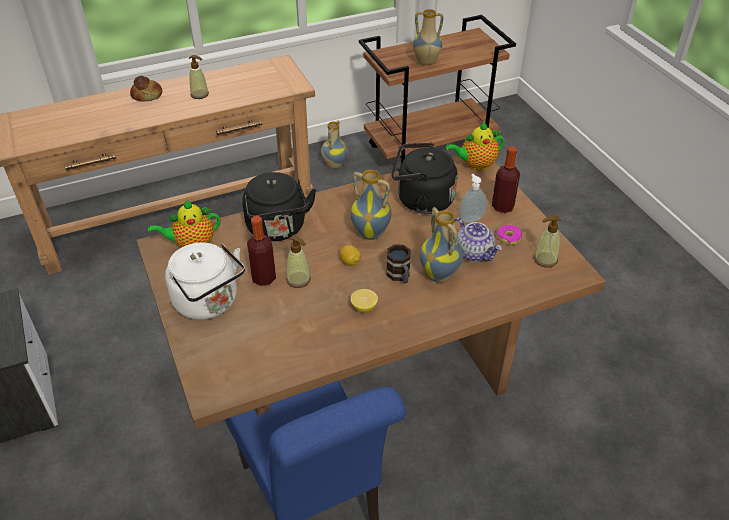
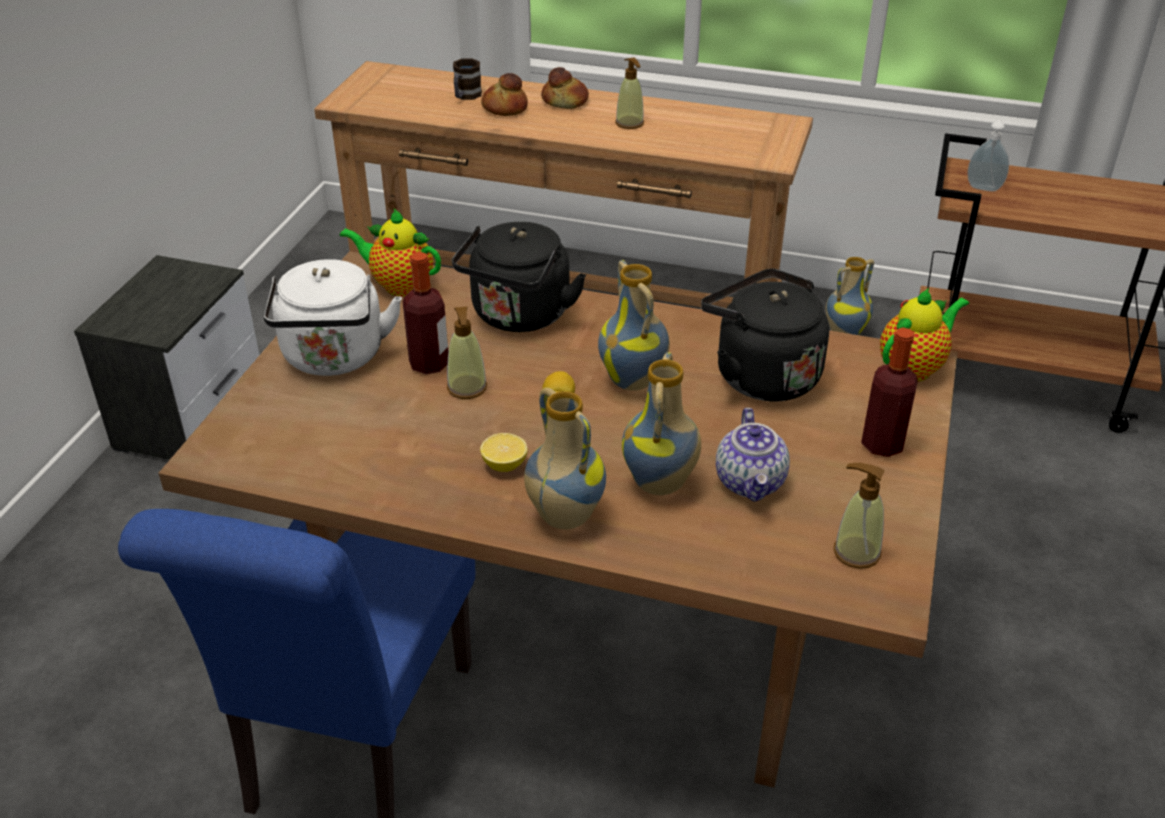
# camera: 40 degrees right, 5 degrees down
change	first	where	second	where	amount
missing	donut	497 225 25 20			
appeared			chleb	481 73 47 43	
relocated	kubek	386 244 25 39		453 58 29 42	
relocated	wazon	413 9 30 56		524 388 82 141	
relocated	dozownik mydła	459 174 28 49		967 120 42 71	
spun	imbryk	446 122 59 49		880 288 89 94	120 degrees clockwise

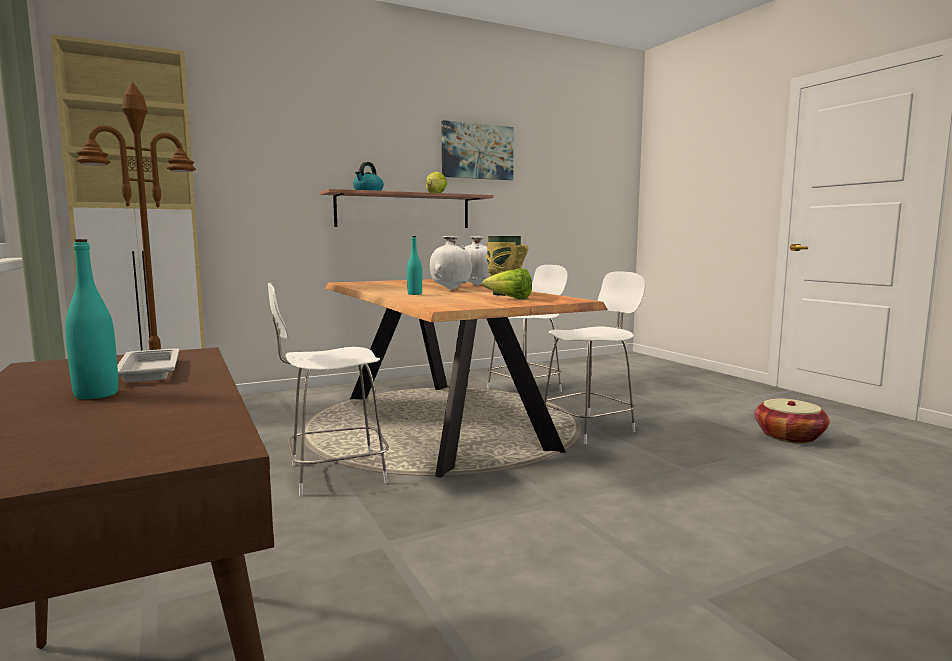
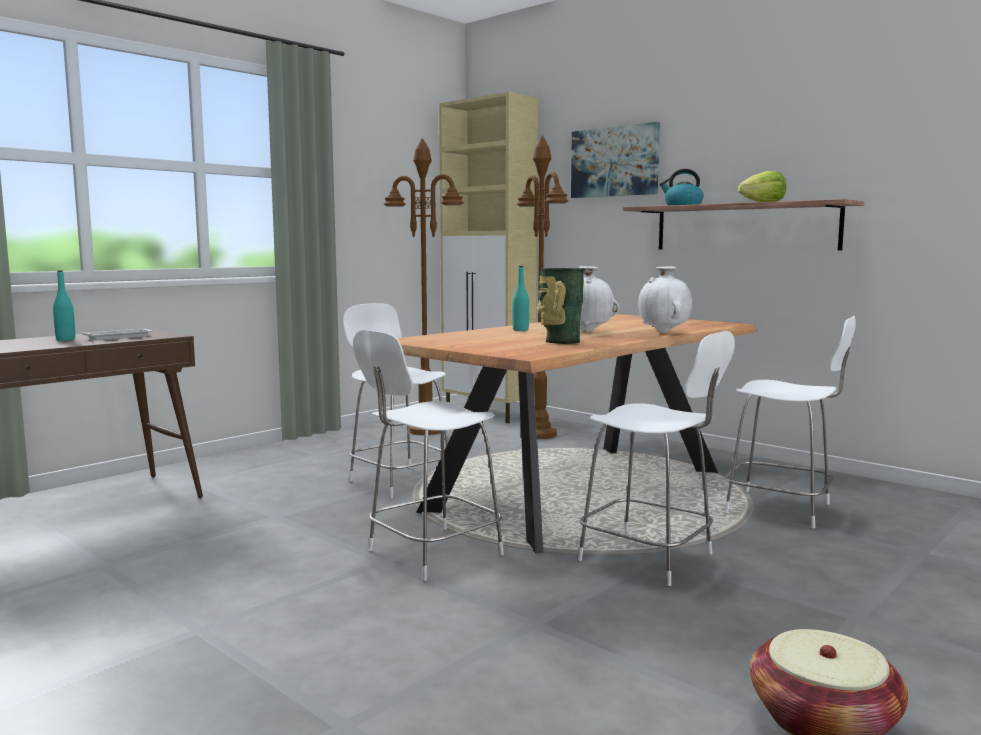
# camera: 70 degrees right, 0 degrees up
change	first	where	second	where	amount
missing	sałata	482 268 50 32			
appeared			krzesło (biały)	353 330 151 251	
appeared			lampa stojąca (brązowy)	517 135 51 304	
relocated	obraz	442 120 72 60		571 122 89 76	

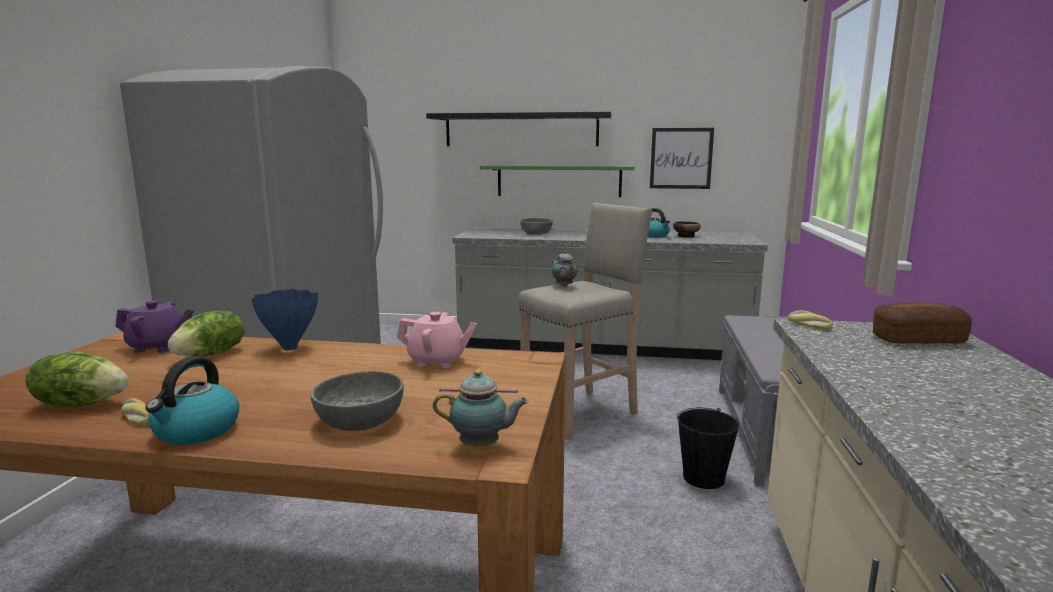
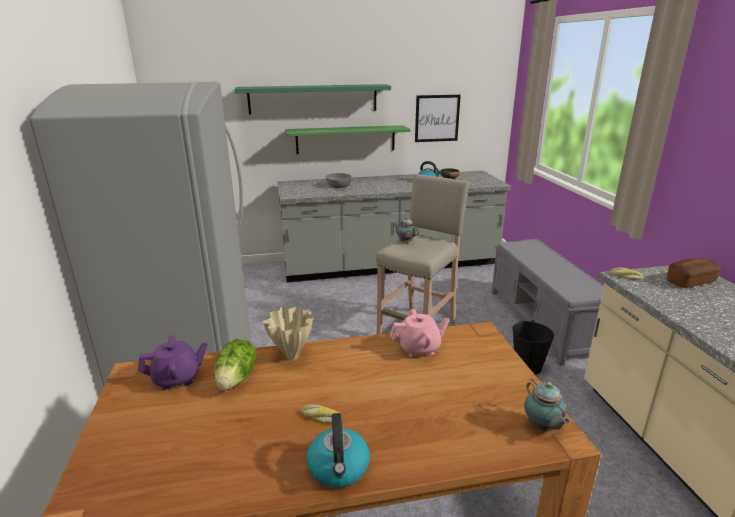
# camera: 20 degrees left, 10 degrees up
change	first	where	second	where	amount
missing	sałata	26 351 102 56			
missing	miska (szary)	311 371 93 60			
relocated	chleb	121 398 28 28		302 404 37 20	
colour	wazon (niebieski)	251 289 67 61	wazon (beżowy)	263 307 50 53	
colour	półka (czarny)	426 112 186 34	półka (zielony)	235 84 156 30	
spun	imbryk	433 370 96 76		524 379 46 52	90 degrees clockwise

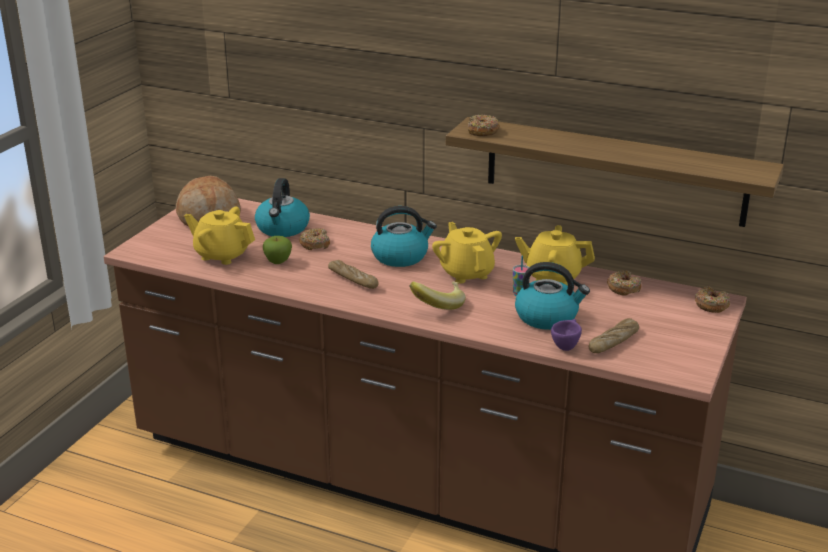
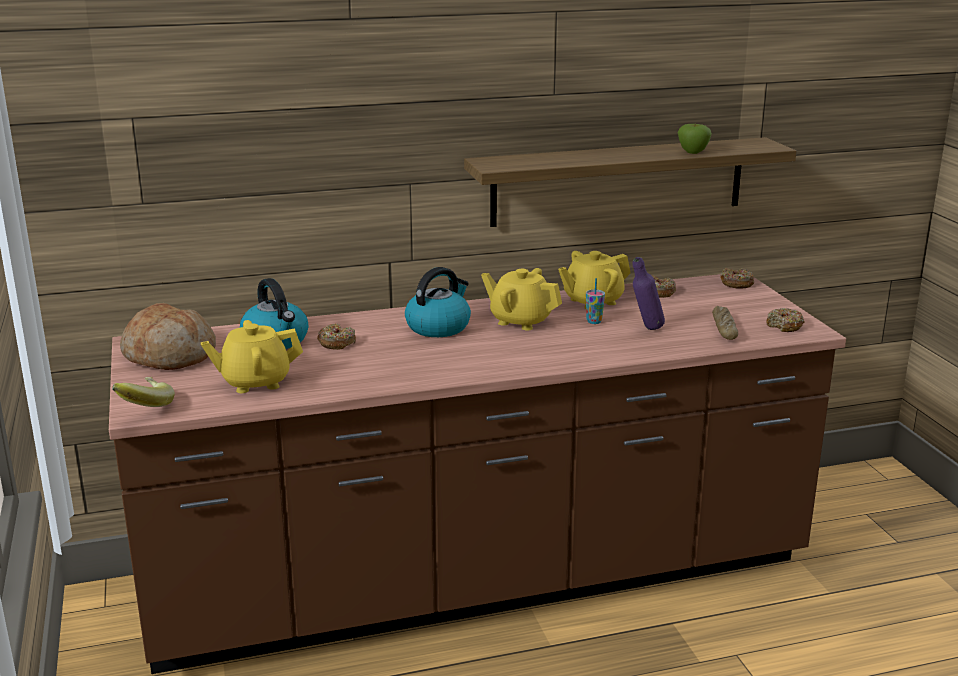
# camera: 40 degrees left, 5 degrees down
change	first	where	second	where	amount
missing	chleb	328 260 50 29			
missing	filiżanka (fioletowy)	551 319 31 32			
relocated	jabłko	263 236 29 28		678 123 34 31	
relocated	banan	409 281 57 29		112 377 63 30	
relocated	donut	468 114 32 22		766 308 39 24	
exchanged	czajnik	515 262 75 68	butelka (fioletowy)	633 257 32 73	

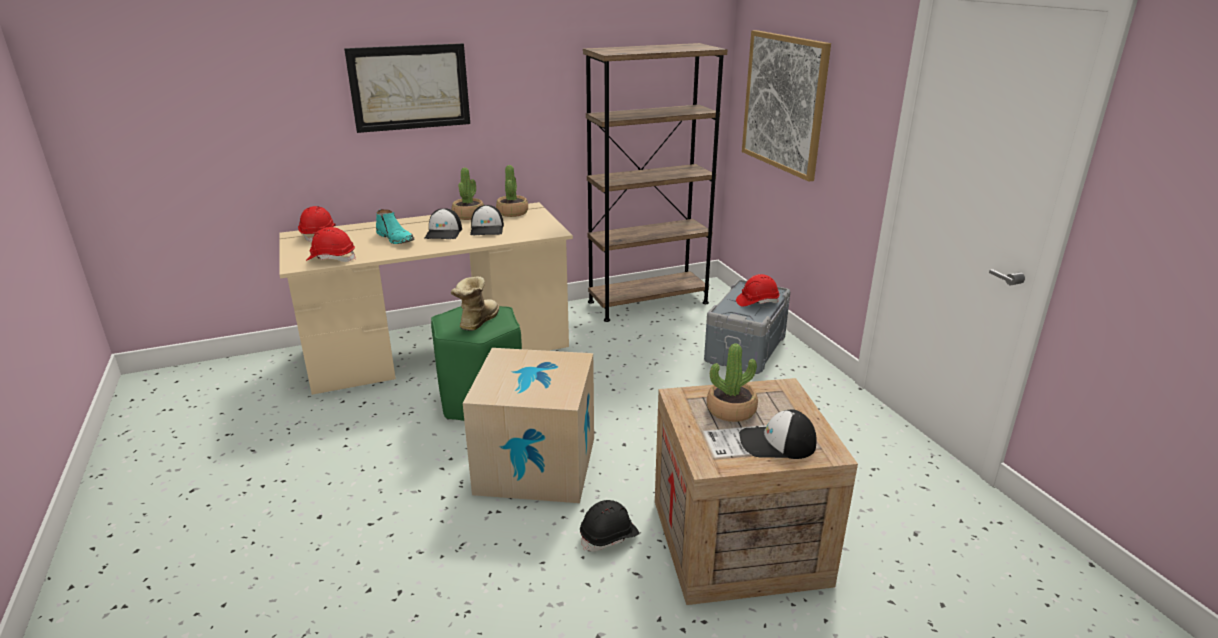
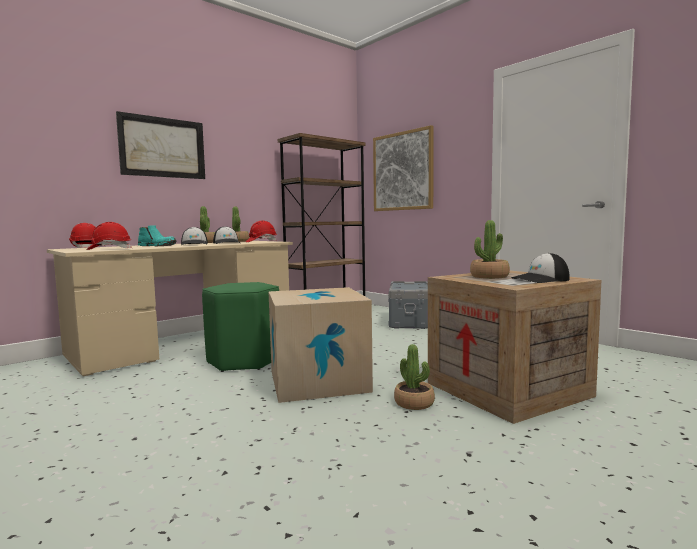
# camera: 20 degrees left, 20 degrees down
change	first	where	second	where	amount
missing	but z cholewką	451 277 48 54			
relocated	kask (czerwony)	736 274 44 33		245 221 32 21	
exchanged	kask (czarny)	580 500 59 51	roślina doniczkowa	394 344 41 66	

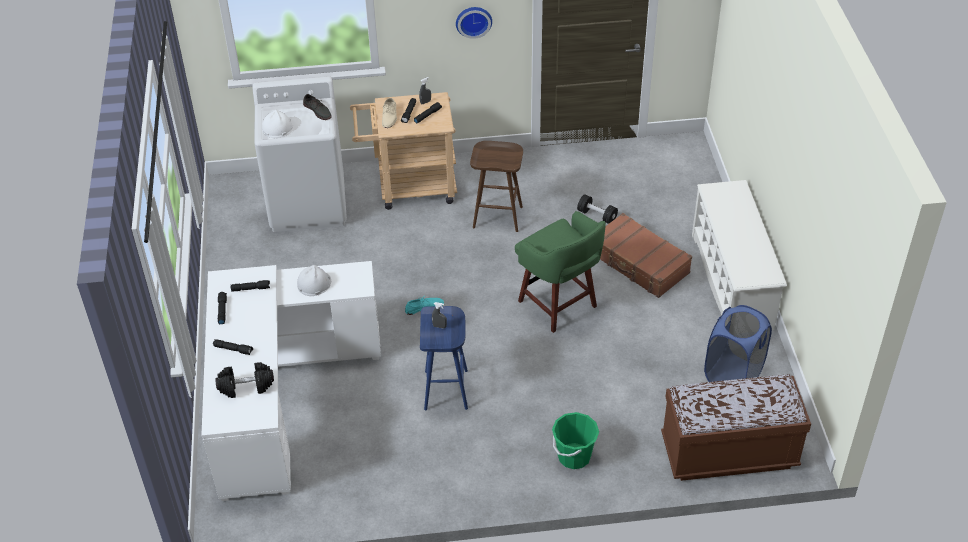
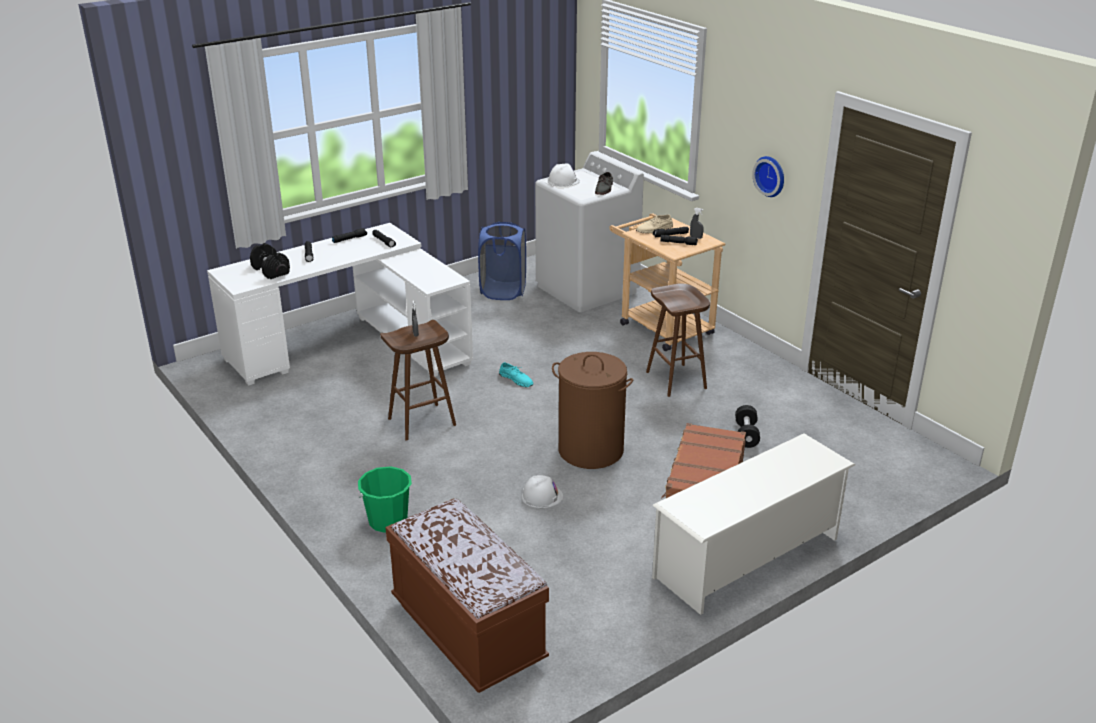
# camera: 60 degrees right, 15 degrees down
change	first	where	second	where	amount
relocated	kask (biały)	297 265 34 31		521 475 42 33	
relocated	kosz na pranie (niebieski)	704 305 68 77		478 222 48 78	
exchanged	stołek (zielony)	515 211 91 122	kosz na pranie (brązowy)	552 352 81 117	
colour	stołek (niebieski)	420 306 48 105	stołek (brązowy)	380 320 76 121	

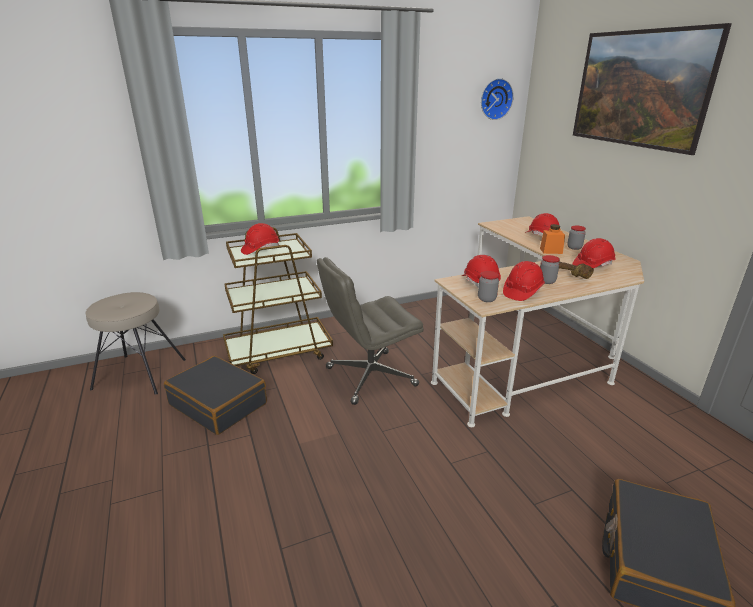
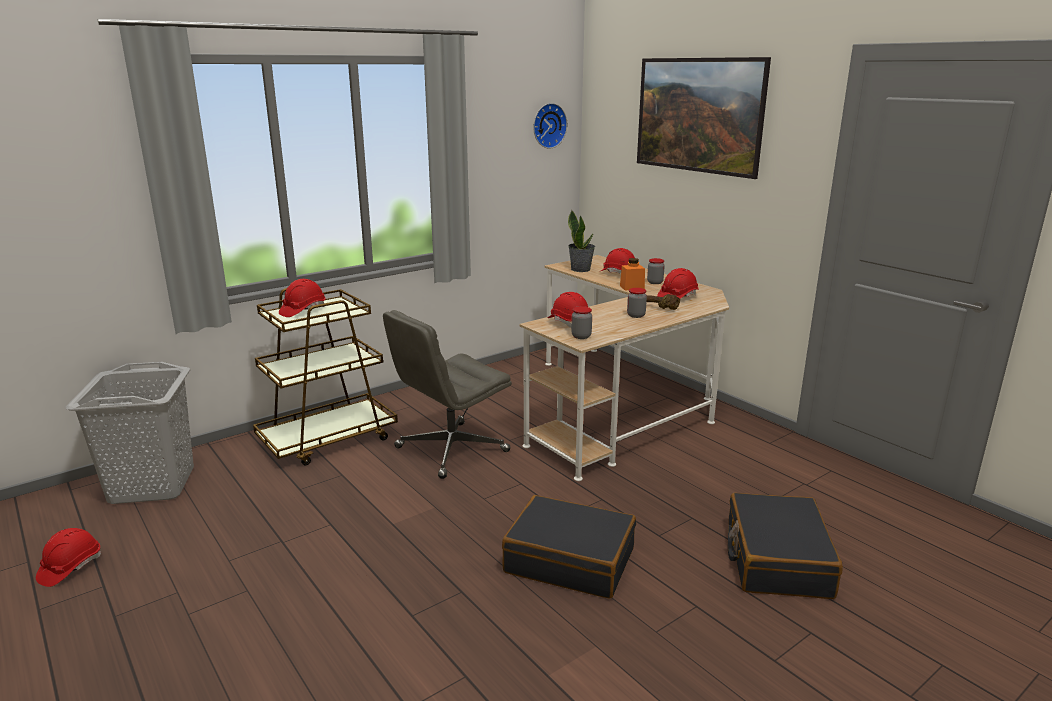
# camera: 15 degrees left, 5 degrees down
change	first	where	second	where	amount
appeared			roślina doniczkowa	568 210 27 62	
relocated	walizka (czarny)	164 356 103 79		502 495 134 104	
relocated	kask (czerwony)	503 261 42 40		36 528 65 59	
exchanged	stołek (beżowy)	85 292 101 103	kosz na pranie (szary)	66 362 128 142	

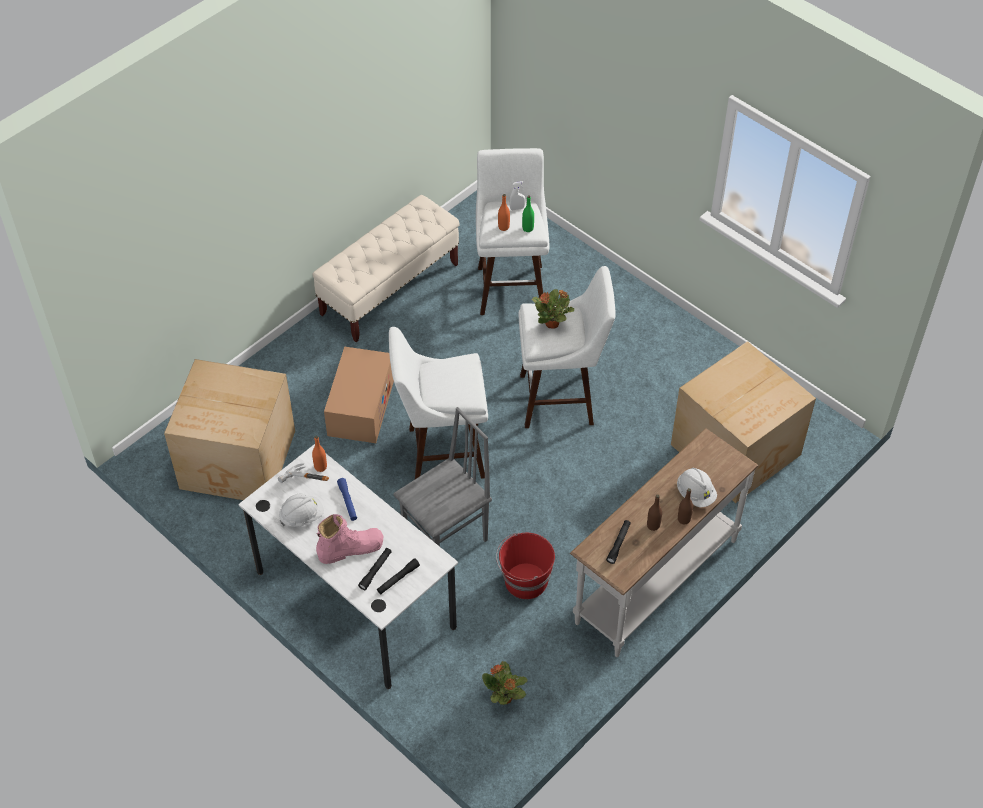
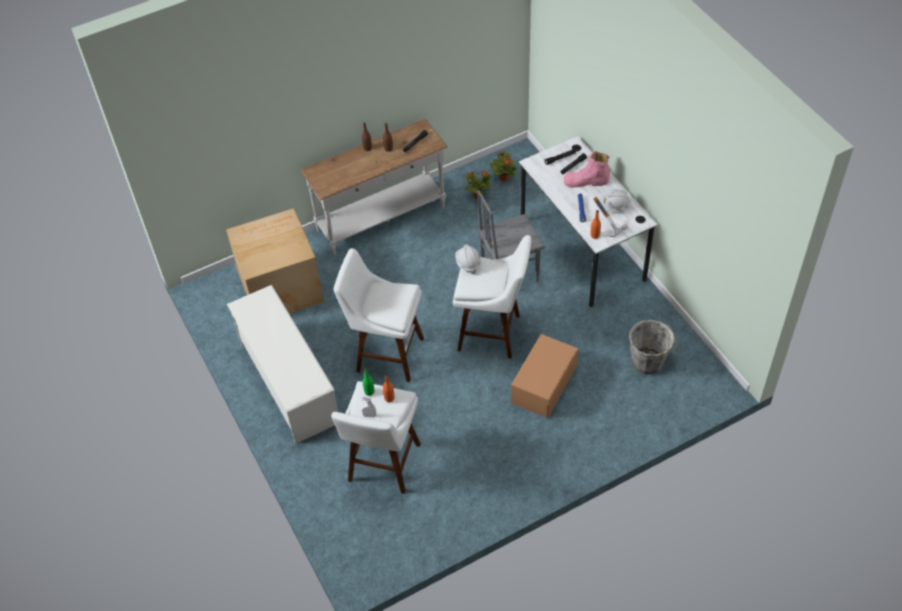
# camera: 160 degrees left, 0 degrees up
change	first	where	second	where	amount
missing	ławka (beżowy)	312 195 147 147			
missing	wiadro (czerwony)	496 533 59 66			
appeared			regał na buty (biały)	227 285 111 159	
relocated	roślina doniczkowa	532 289 42 39		465 171 26 28	
relocated	kask (biały)	677 468 40 39		455 245 26 29	
exchanged	karton	164 359 131 141	wiadro (szary)	629 320 50 55	

